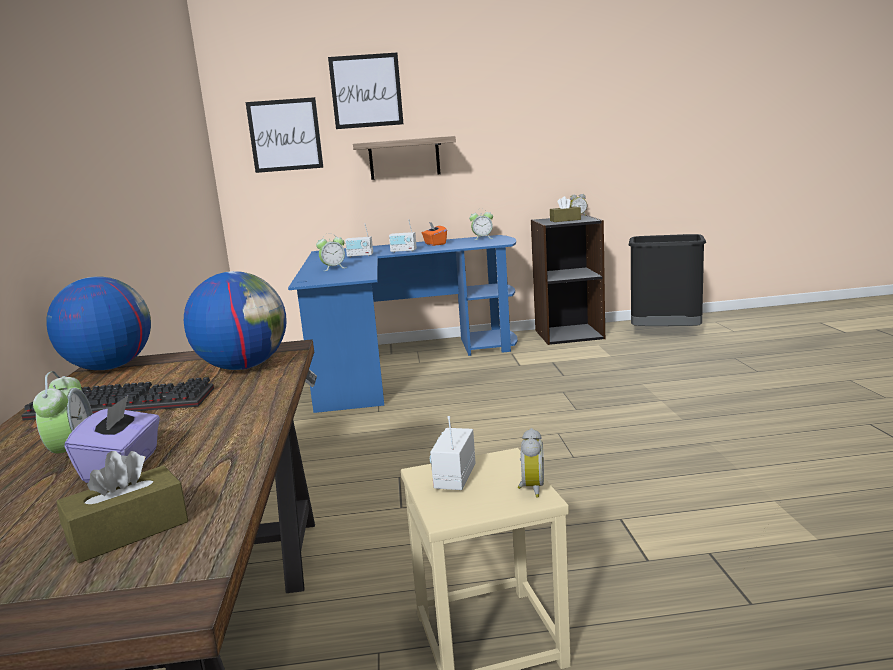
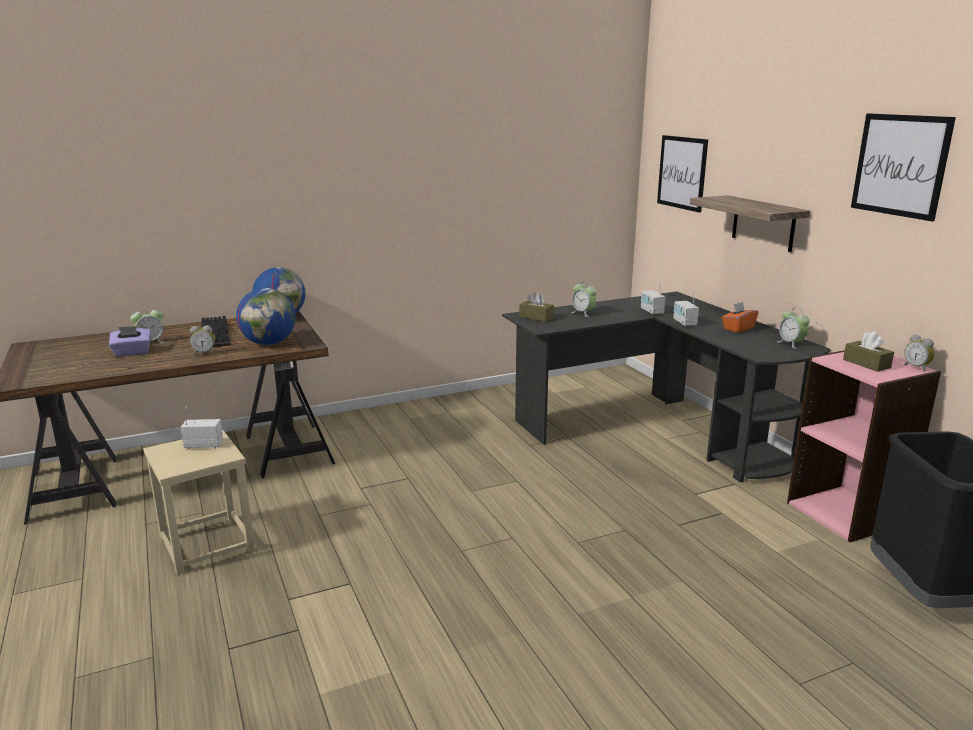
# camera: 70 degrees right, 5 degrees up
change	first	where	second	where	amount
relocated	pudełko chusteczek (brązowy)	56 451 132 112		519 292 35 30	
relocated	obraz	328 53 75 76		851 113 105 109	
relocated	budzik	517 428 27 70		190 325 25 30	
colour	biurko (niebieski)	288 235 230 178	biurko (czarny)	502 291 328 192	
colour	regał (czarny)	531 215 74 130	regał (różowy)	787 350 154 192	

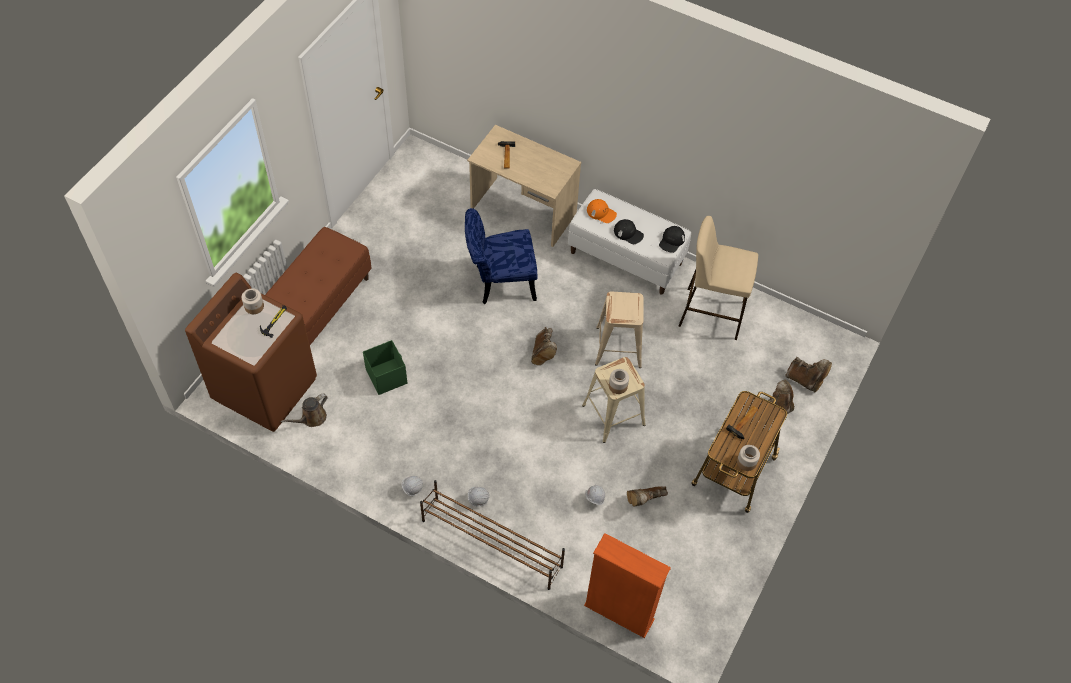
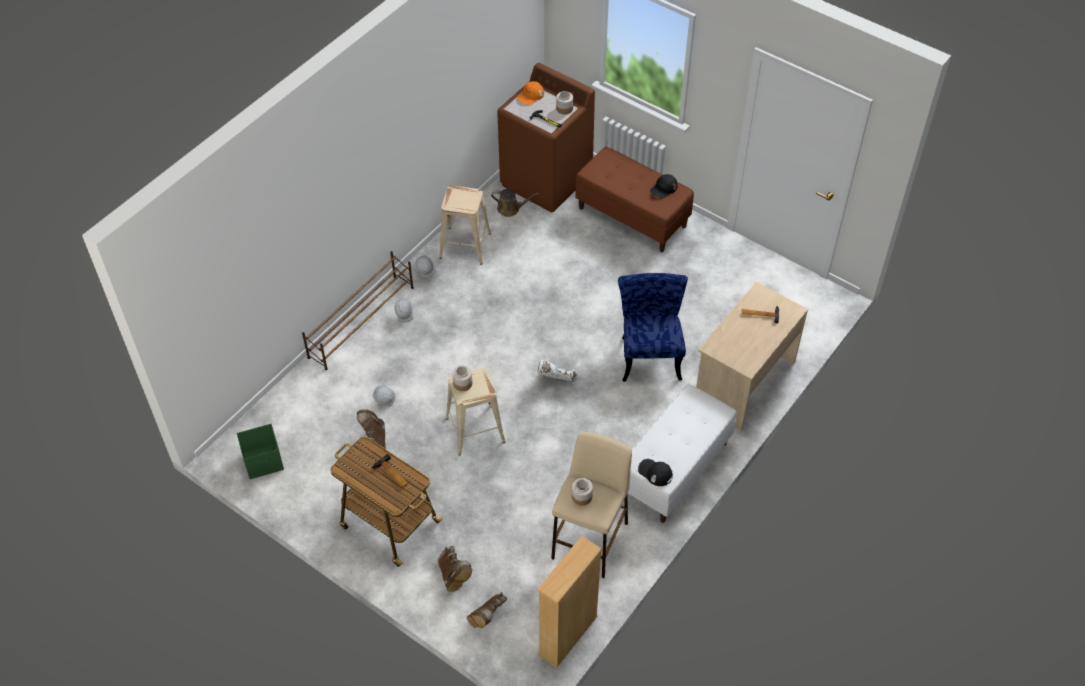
# camera: 100 degrees right, 5 degrees down
change	first	where	second	where	amount
missing	regał (pomarańczowy)	584 533 87 105			
appeared			regał (beżowy)	537 536 65 132	
relocated	pojemnik do przechowywania (zielony)	363 340 44 55		237 424 47 55	
relocated	czapka z daszkiem (pomarańczowy)	587 199 30 24		517 81 27 24	
relocated	stołek (beżowy)	595 291 49 77		439 186 52 79	
relocated	czapka z daszkiem (czarny)	614 219 30 25		650 174 28 24	
relocated	słoik	737 445 23 26		572 478 21 28	
colour	but z cholewką (brązowy)	531 327 26 38	but z cholewką (biały)	538 360 39 21	
spun	konewka (brązowy)	280 393 48 34		491 189 48 28	135 degrees clockwise

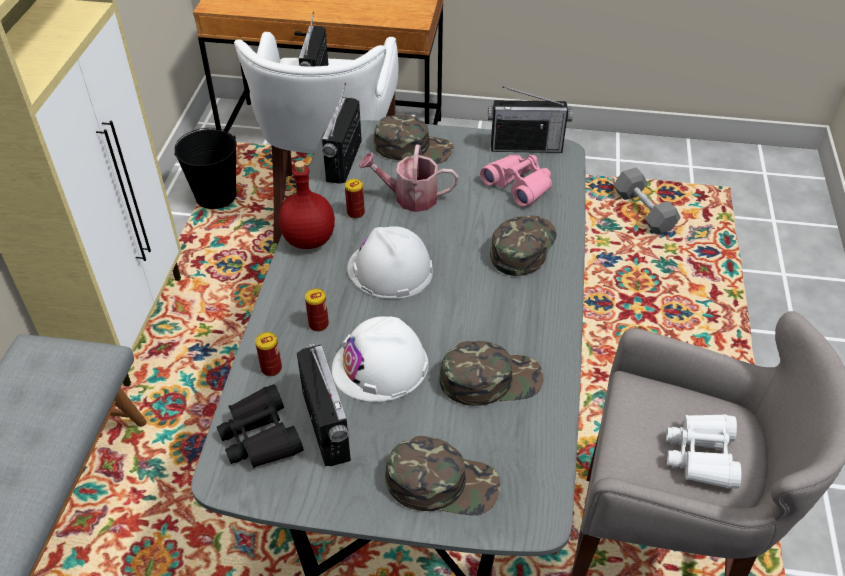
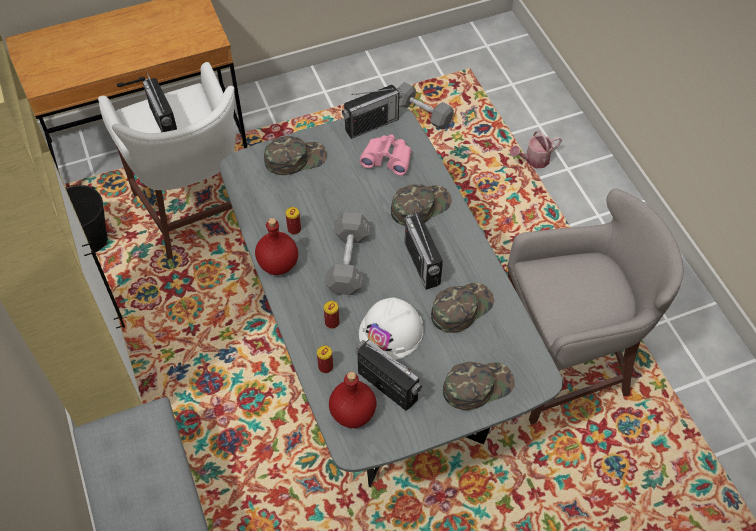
# camera: 30 degrees left, 10 degrees up
change	first	where	second	where	amount
missing	lornetka (biały)	666 414 75 75			
relocated	radio	322 83 40 101		404 209 39 81	
relocated	konewka	359 145 99 67		510 130 52 39	
exchanged	lornetka (czarny)	217 384 87 84	butelka (czerwony)	329 372 48 56	
exchanged	kask (biały)	347 226 86 73	hantel (szary)	324 212 47 83	
spun	czapka z daszkiem (zielony)	490 215 67 61		391 184 61 42	60 degrees clockwise

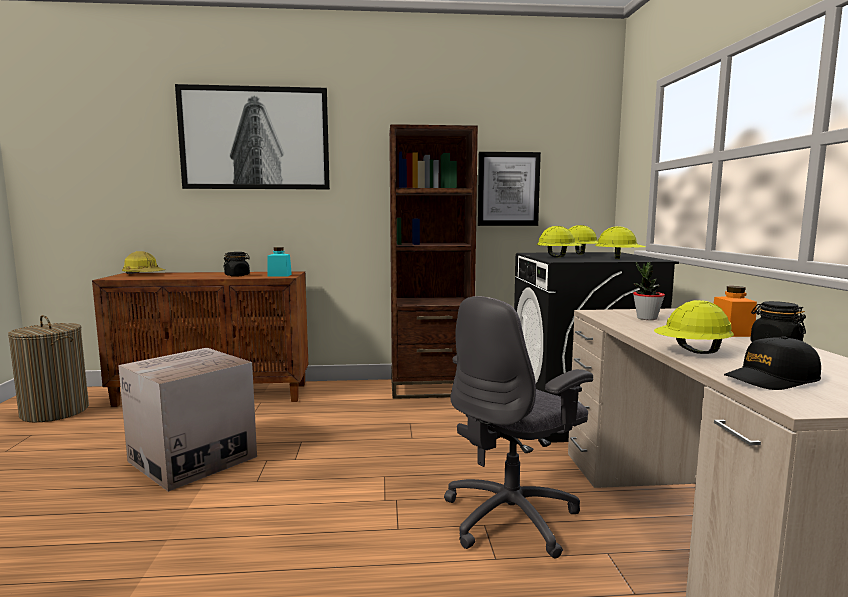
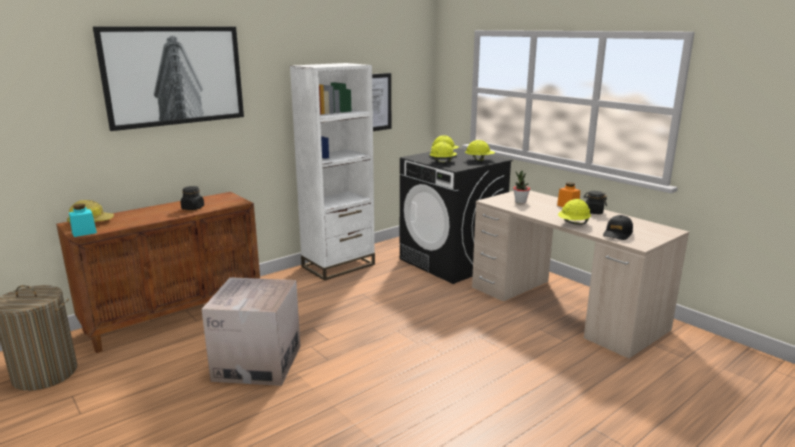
# camera: 35 degrees left, 10 degrees up
change	first	where	second	where	amount
missing	krzesło biurowe (szary)	444 296 149 263			
relocated	słoik (turkusowy)	267 247 25 30		69 204 28 33	
colour	regał (brązowy)	389 124 89 275	regał (biały)	290 63 85 218	

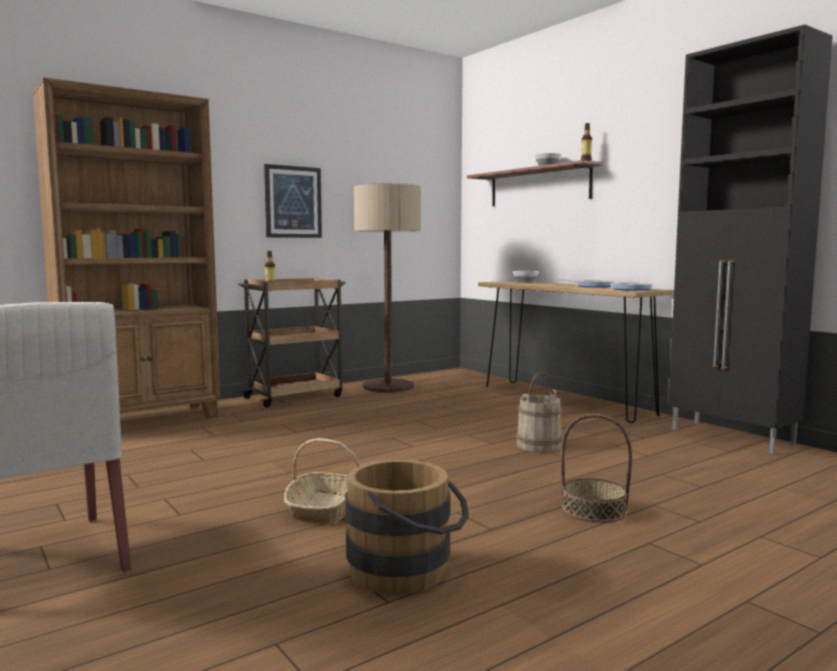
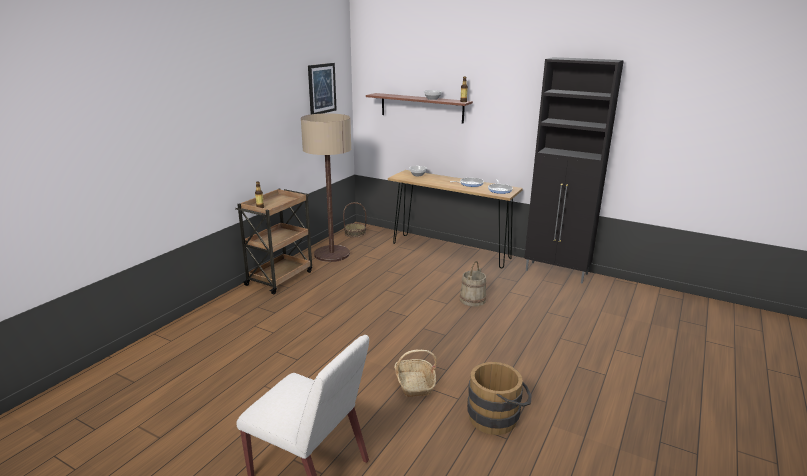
# camera: 25 degrees left, 15 degrees up
change	first	where	second	where	amount
missing	regał (brązowy)	32 77 188 341			
relocated	obraz	264 164 58 74		308 63 29 51	
relocated	koszyk	561 414 71 108		343 202 23 36	

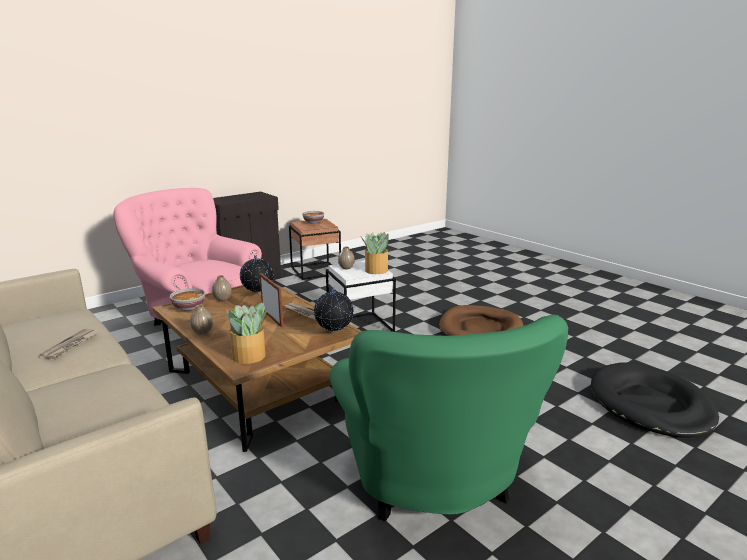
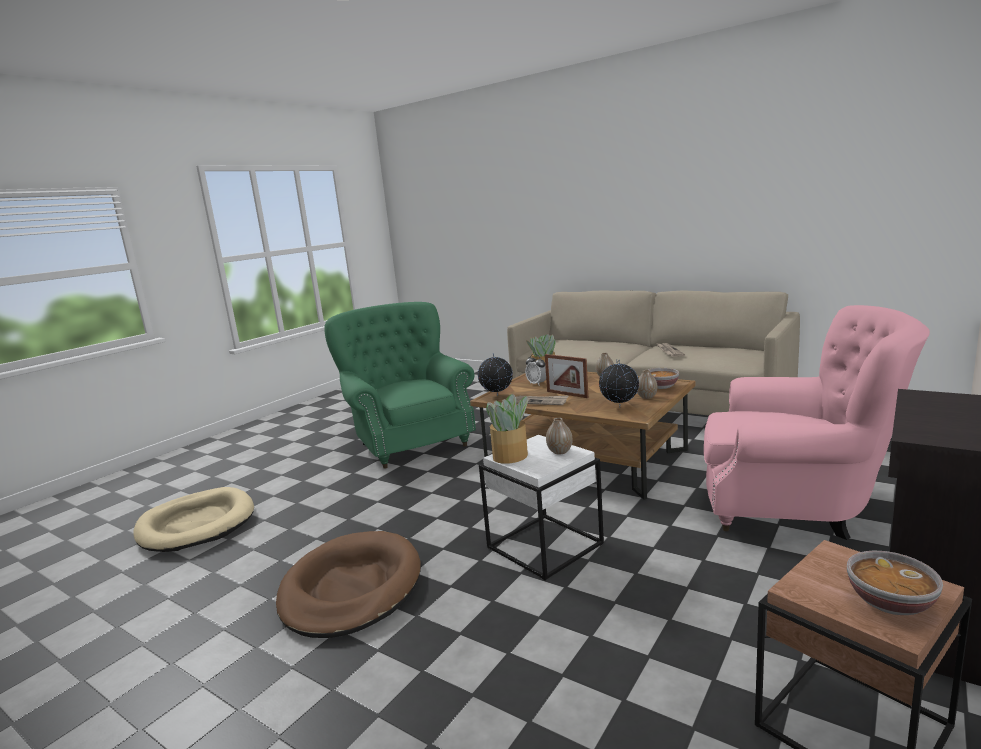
# camera: 165 degrees right, 5 degrees down
change	first	where	second	where	amount
appeared			budzik	525 354 21 31	
colour	legowisko (czarny)	591 362 128 76	legowisko (beżowy)	133 487 121 65	

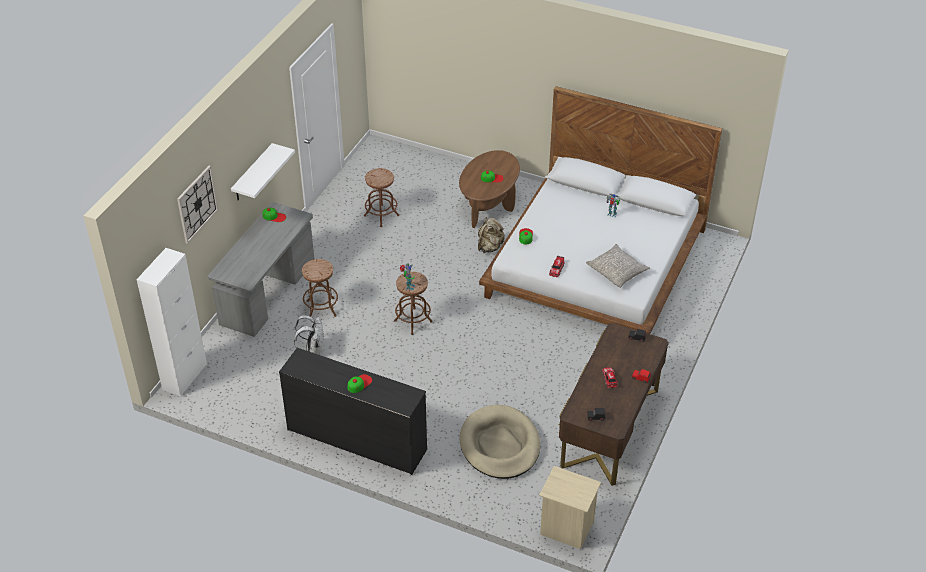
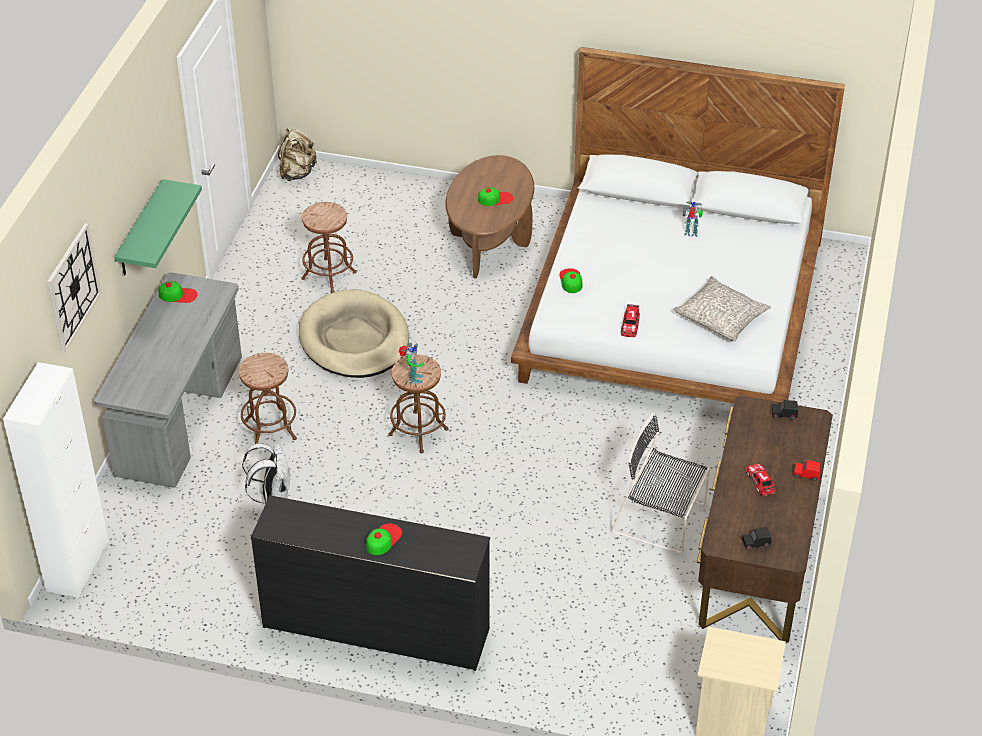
# camera: 10 degrees left, 0 degrees up
change	first	where	second	where	amount
appeared			krzesło (czarny)	612 413 98 141	
relocated	legowisko (beżowy)	459 405 81 74		299 289 110 89	
relocated	plecak (beżowy)	478 217 27 36		278 128 40 53	
colour	półka (biały)	231 143 64 57	półka (zielony)	114 179 88 96	

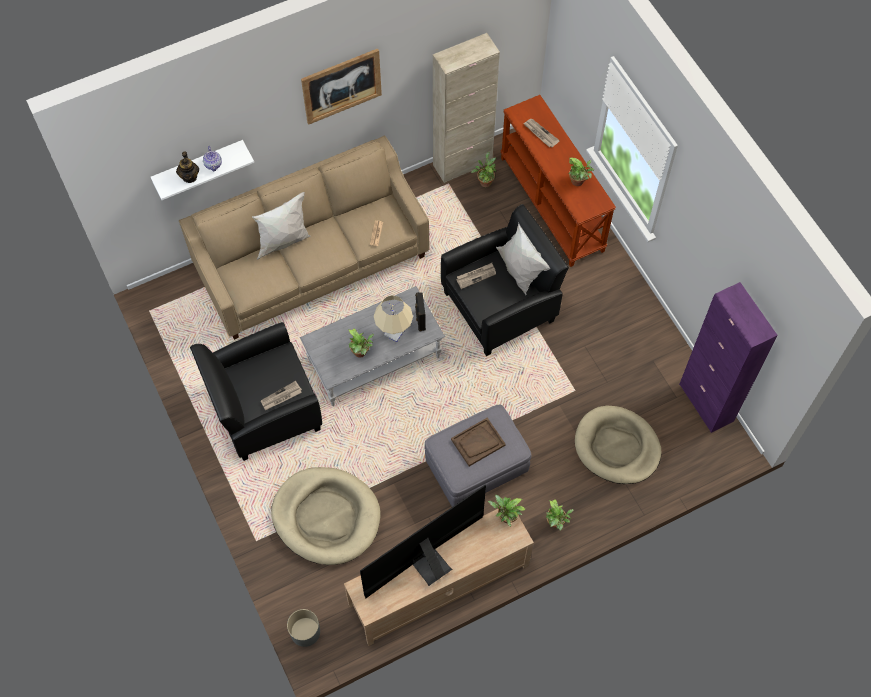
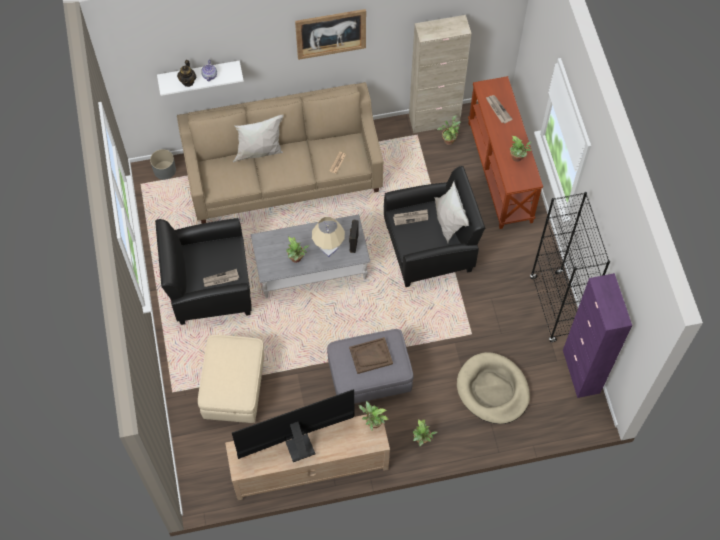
# camera: 15 degrees right, 0 degrees up
change	first	where	second	where	amount
appeared			regał (czarny)	530 192 80 150	
relocated	donica (szary)	287 609 33 38		150 149 26 31	
exchanged	legowisko (beżowy)	271 467 109 98	pufa (beżowy)	198 335 66 88	

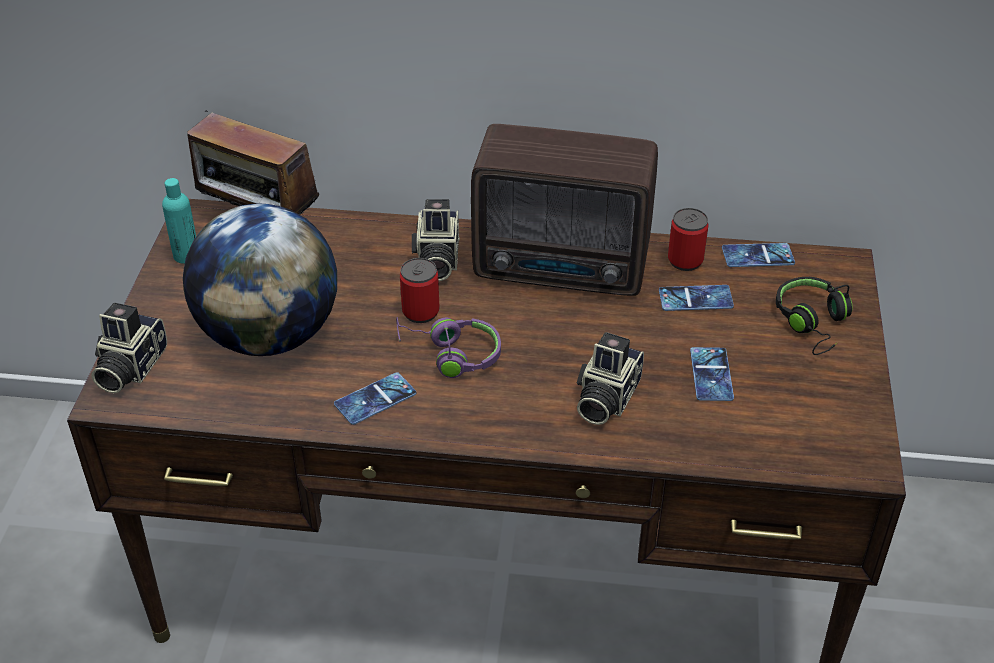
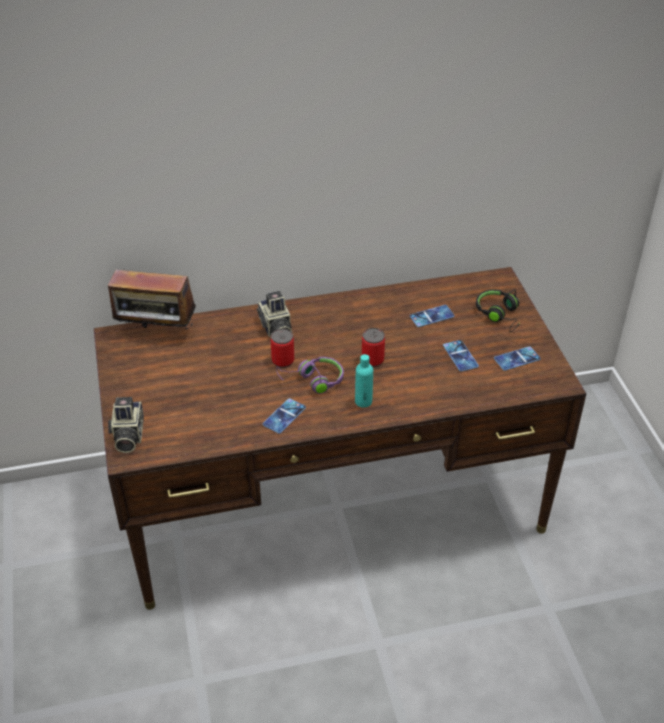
# camera: 20 degrees left, 0 degrees up
change	first	where	second	where	amount
missing	globus	183 203 154 153			
missing	radio	471 124 187 172			
missing	aparat fotograficzny	577 332 67 93			
relocated	butelka (turkusowy)	162 178 34 86		355 354 18 54	
relocated	puszka	668 208 40 63		362 328 23 39	
relocated	telefon	722 243 73 24		494 346 47 25	

